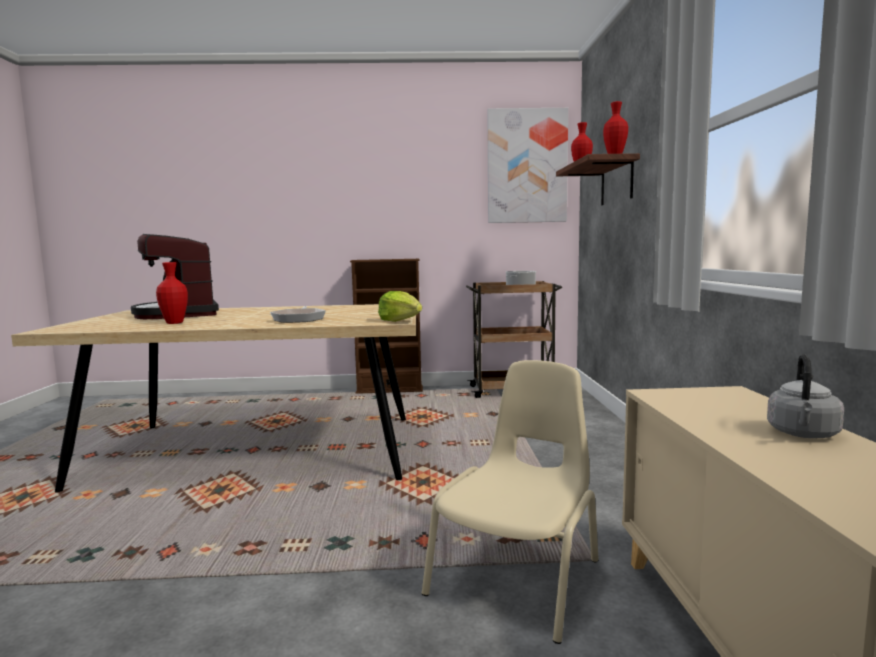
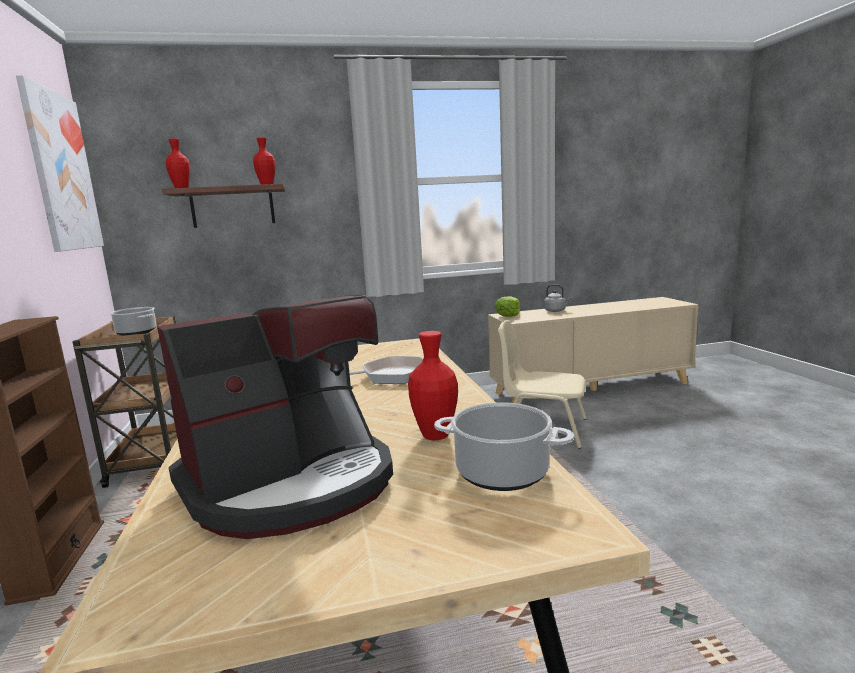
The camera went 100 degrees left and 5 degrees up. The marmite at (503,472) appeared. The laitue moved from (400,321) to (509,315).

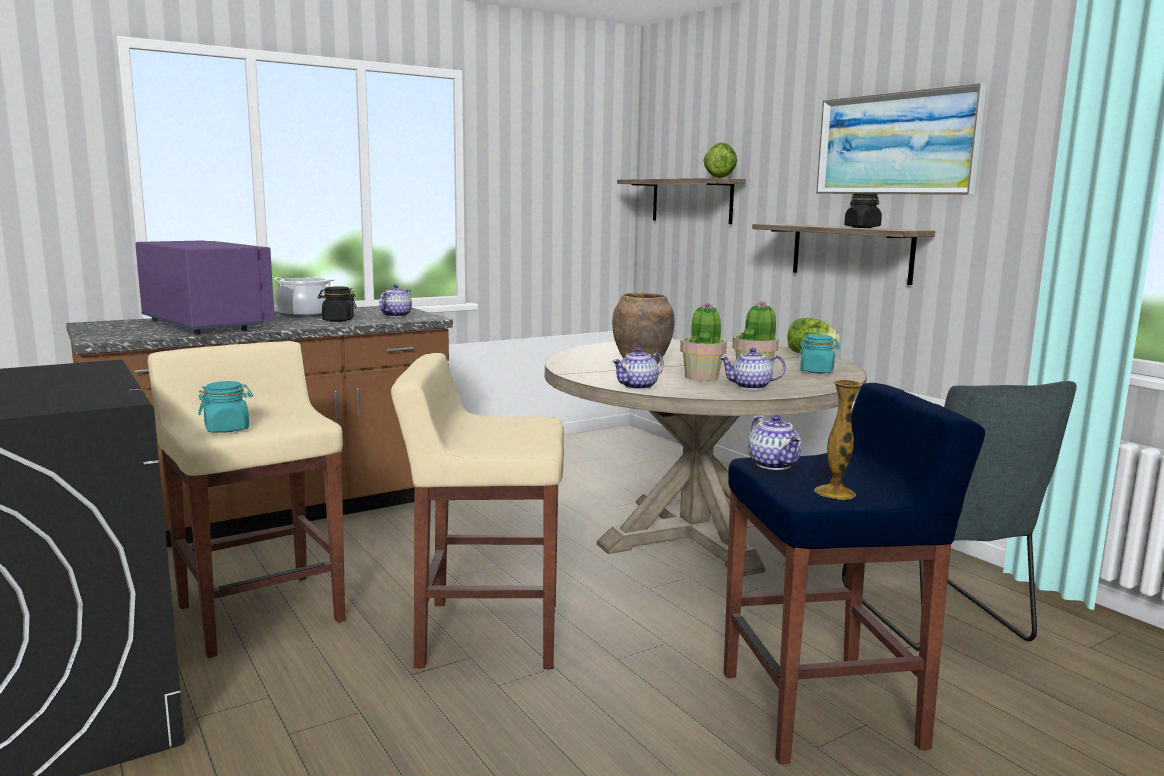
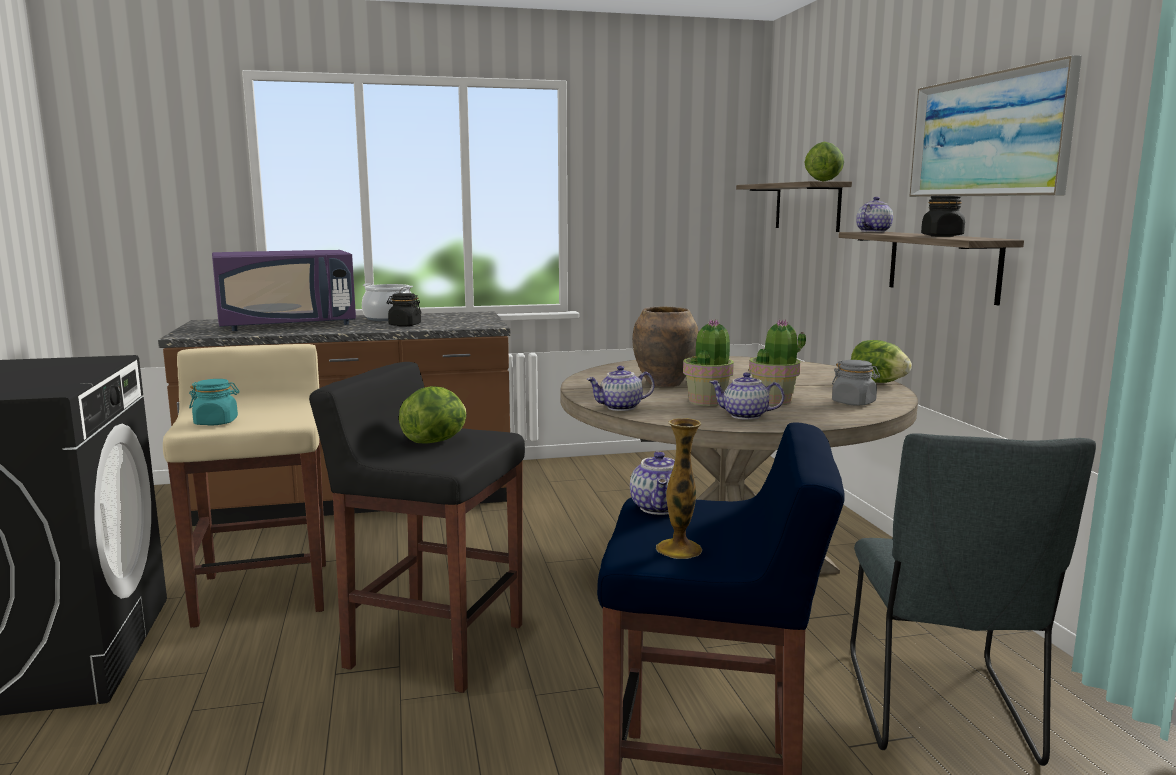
The camera went 20 degrees right and 0 degrees up. The laitue at (436,441) appeared. The théière moved from (395,315) to (872,232). The tabouret [beige] at (486,634) became the tabouret [noir] at (433,645). The bocal [turquoise] at (817,371) became the bocal [gris] at (854,403). The micro-ondes [violet] at (205,325) turned 90 degrees clockwise.

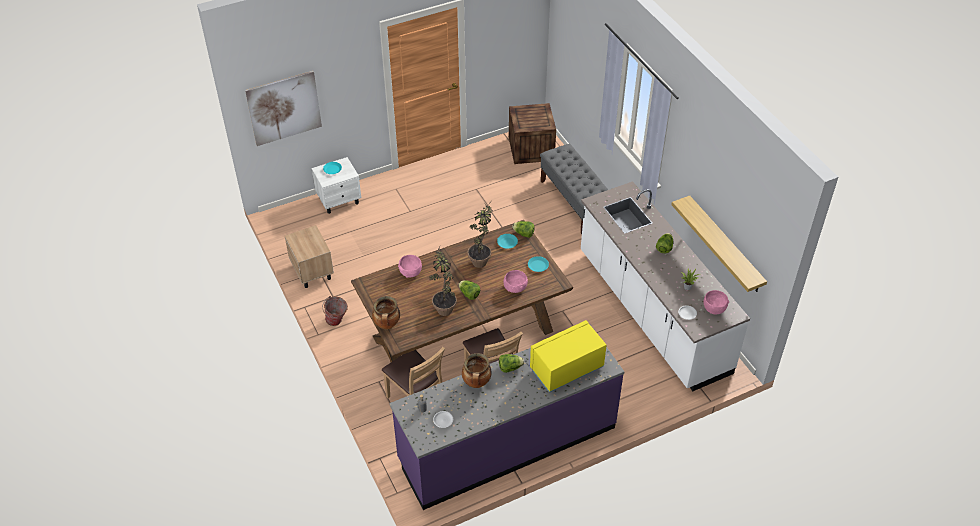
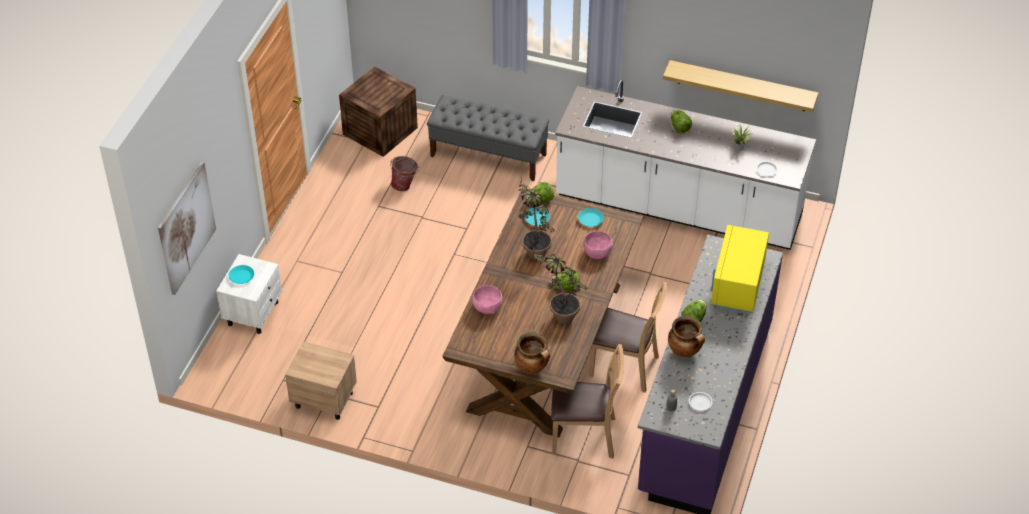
The camera went 45 degrees left and 0 degrees up. The bol [rose] at (714,308) disappeared. The seau moved from (337,322) to (405,185).

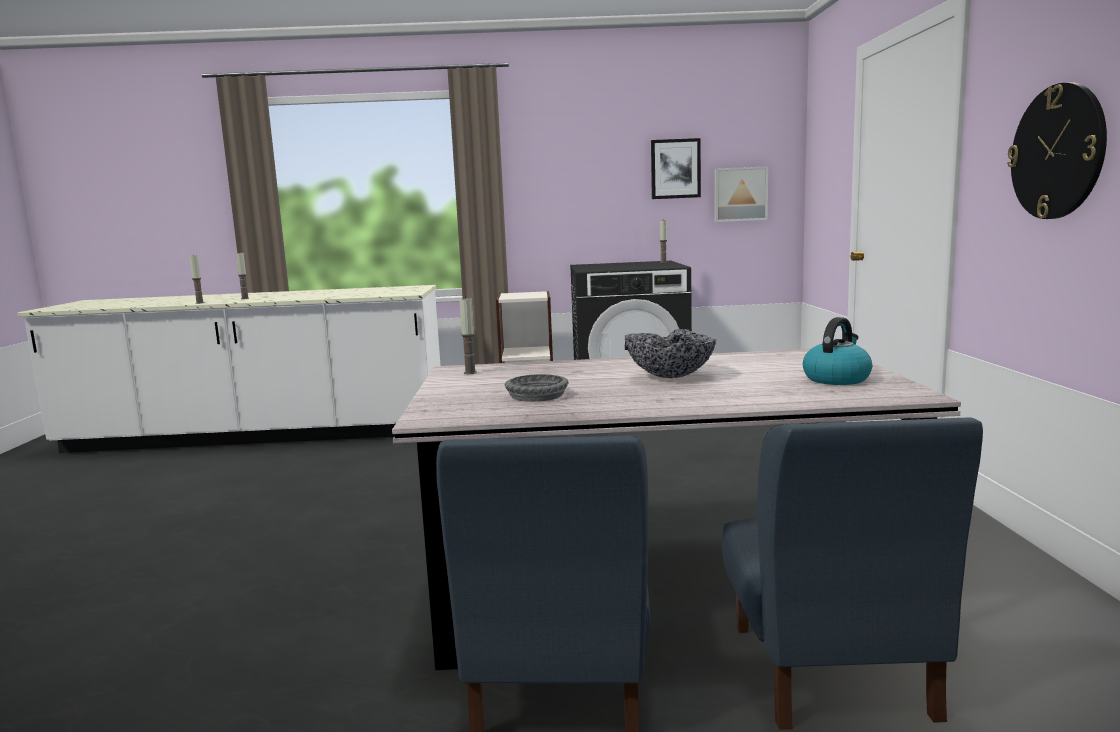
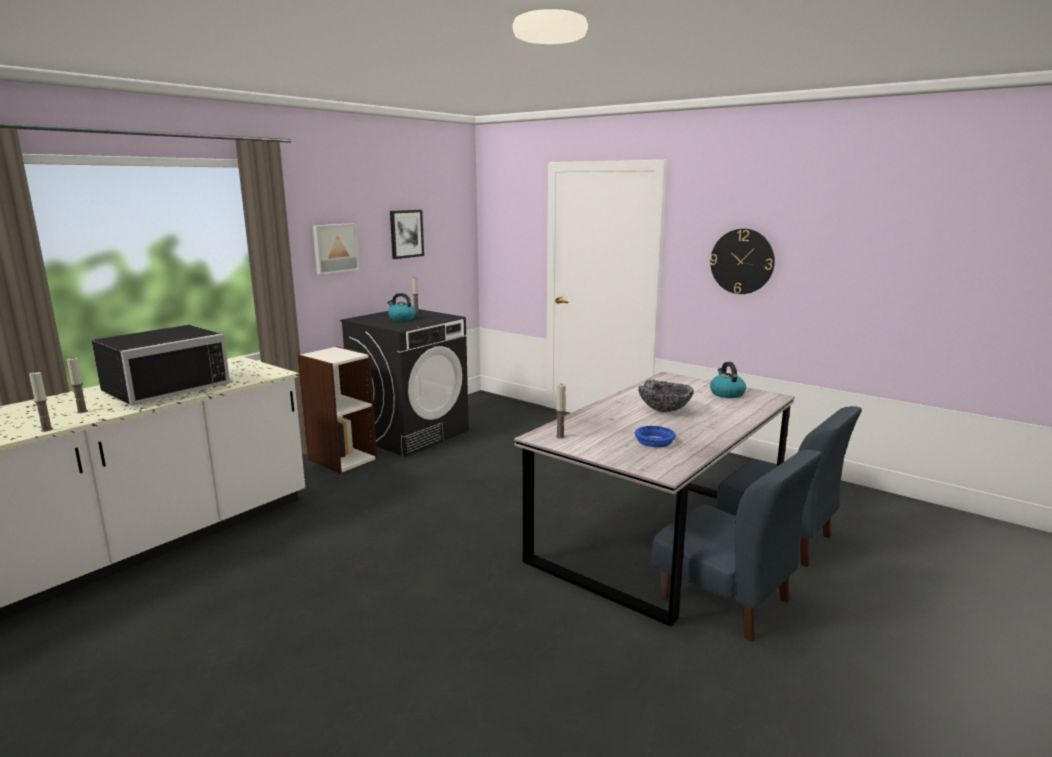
The camera went 50 degrees left and 5 degrees up. The micro-ondes [noir] at (164,388) appeared. The bouilloire at (401,318) appeared. The tableau moved from (740,194) to (334,248). The bol [gris] at (537,395) became the bol [bleu] at (654,441).

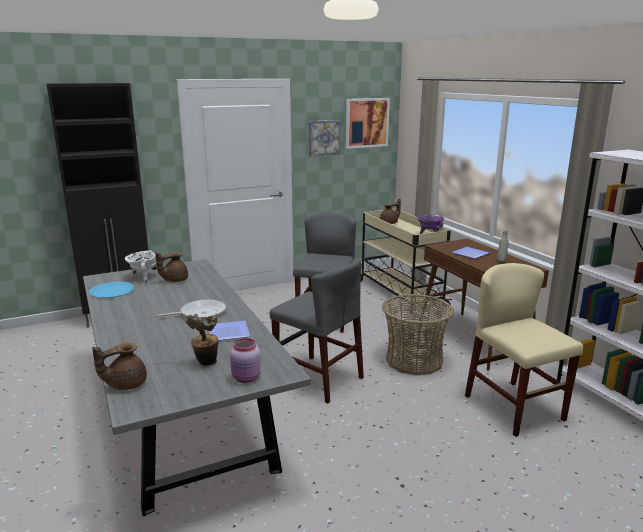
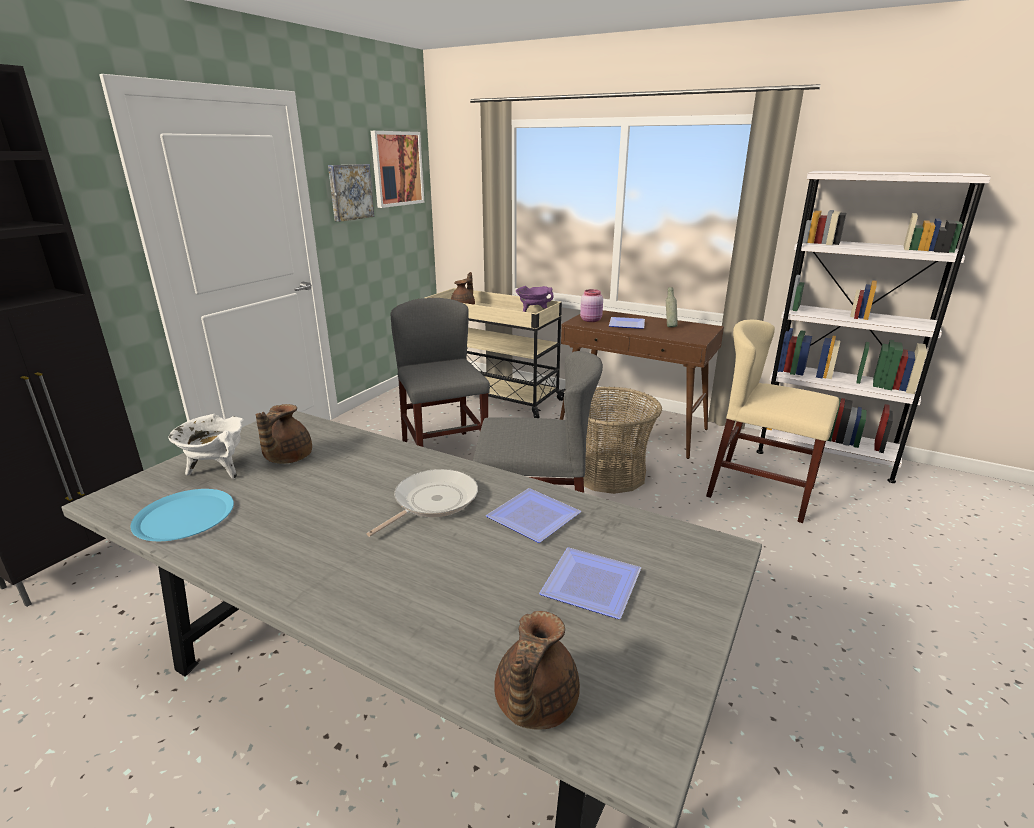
The camera went 35 degrees left and 5 degrees up. The bocal [rose] moved from (246,378) to (591,320). The plante en pot at (205,363) was replaced by the assiette at (593,588).

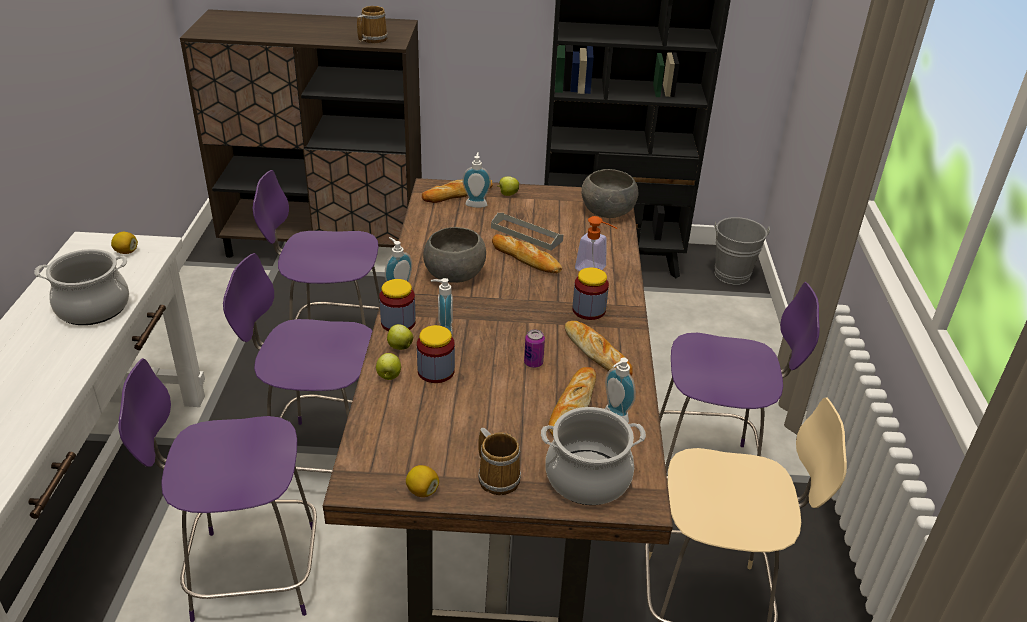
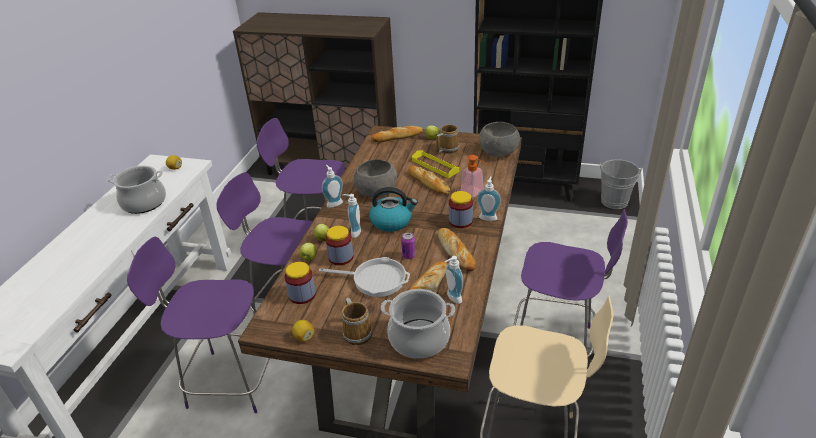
The camera went 15 degrees right and 0 degrees up. The poêle at (375,279) appeared. The bouilloire at (392,221) appeared. The mug moved from (372,39) to (447,149). The bocal moved from (398,323) to (302,295). The distributeur de savon moved from (476,203) to (488,217). The plateau [gris] at (526,234) became the plateau [jaune] at (435,166).

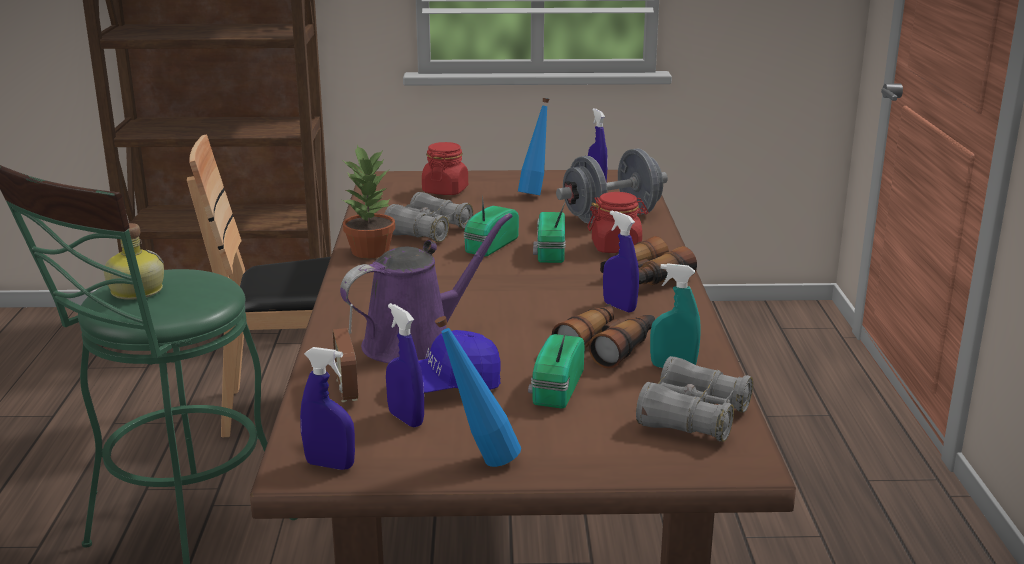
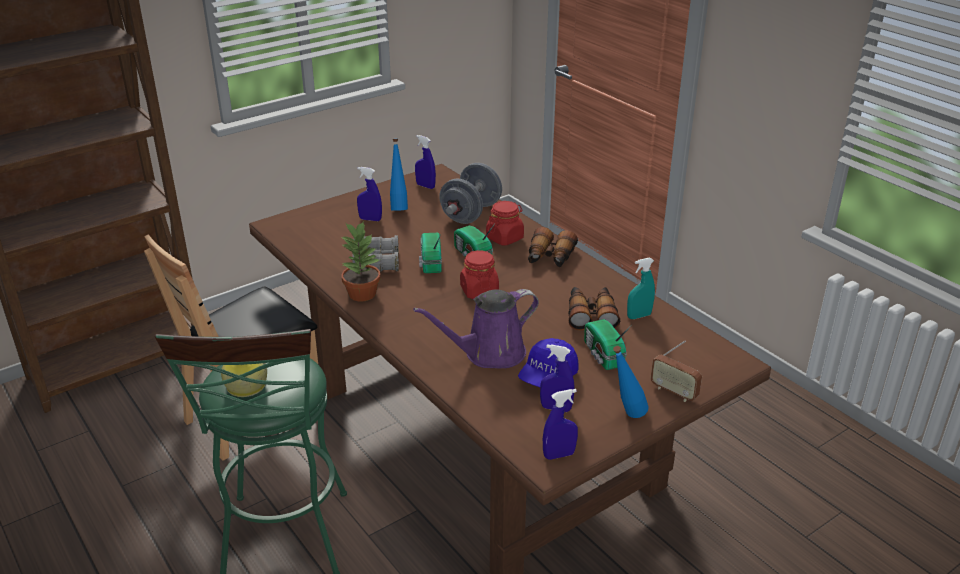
The camera went 35 degrees left and 10 degrees up. The jumelles [gris] at (693,417) disappeared. The radio moved from (347,389) to (674,392). The bocal [rouge] moved from (445,190) to (479,290). The vaporisateur [bleu] moved from (619,307) to (370,219). The arrosoir [violet] at (416,342) turned 135 degrees counterclockwise.

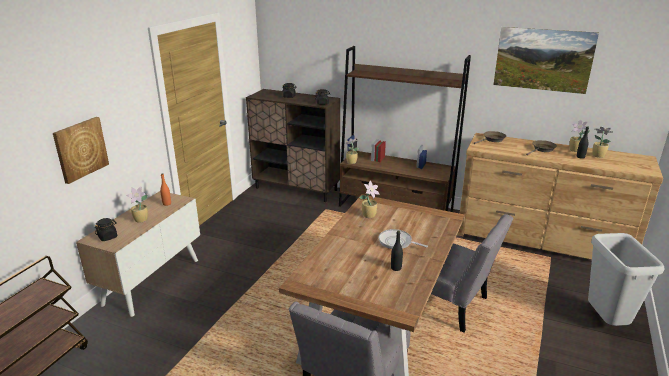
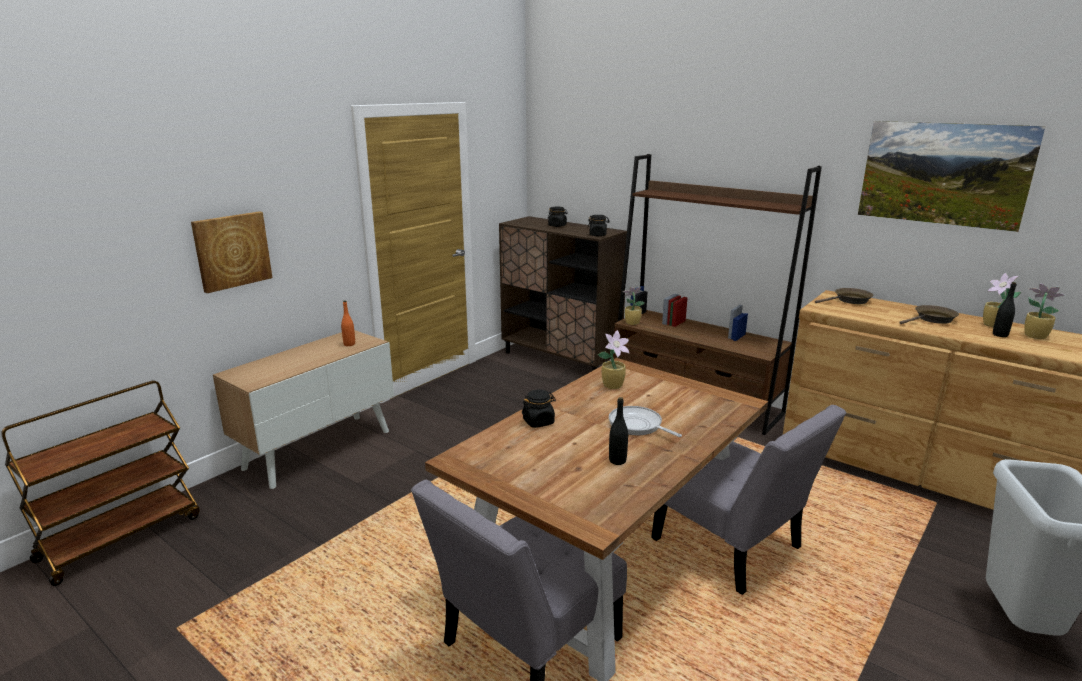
The camera went 15 degrees right and 5 degrees down. The plante en pot at (141,220) disappeared. The bocal [noir] moved from (108,237) to (538,422).

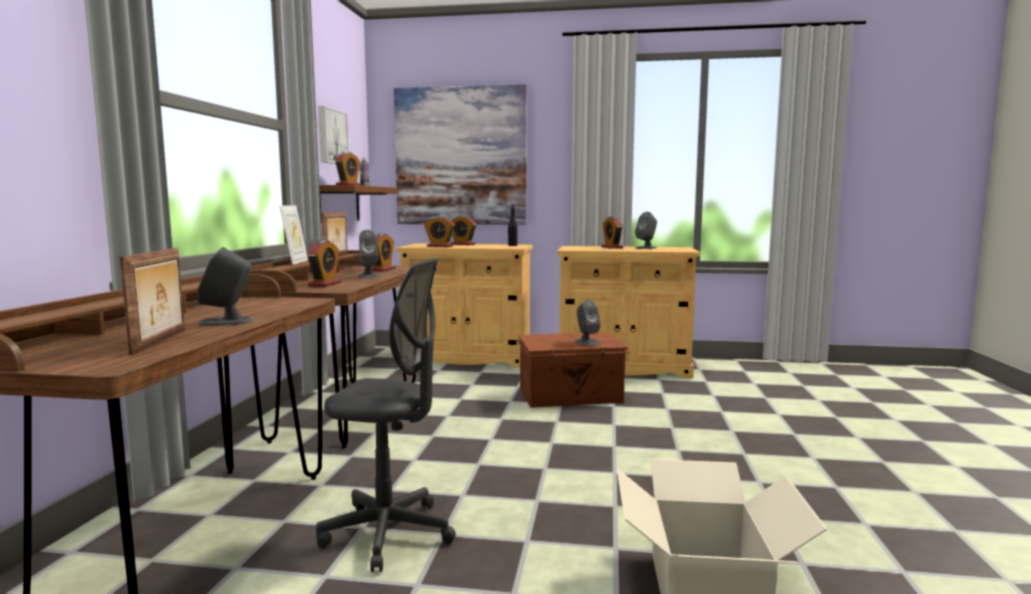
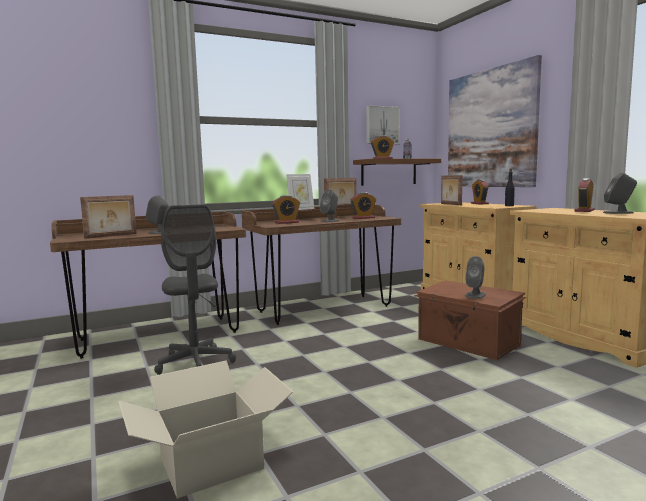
The camera went 55 degrees right and 0 degrees up. The réveil at (439,246) was replaced by the cadre photo at (450,204).

